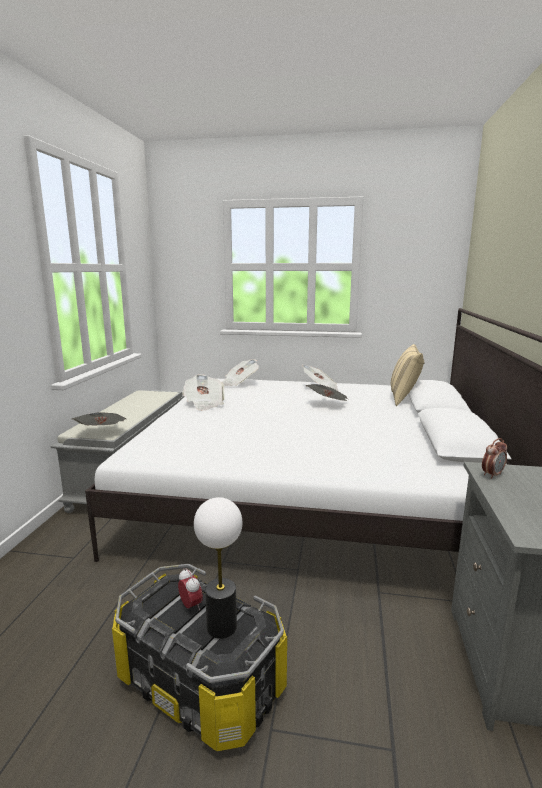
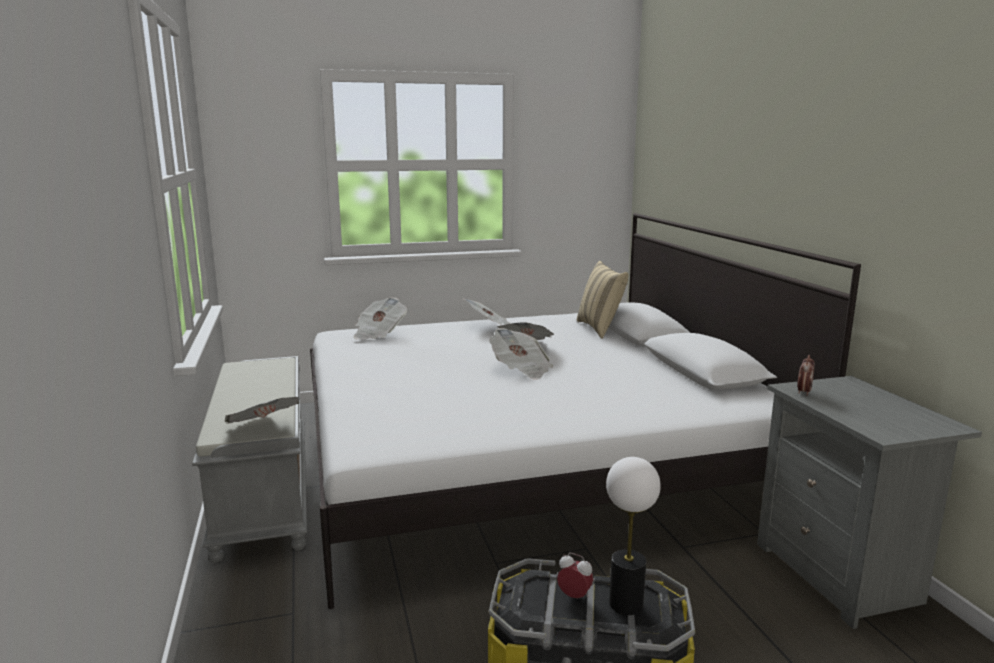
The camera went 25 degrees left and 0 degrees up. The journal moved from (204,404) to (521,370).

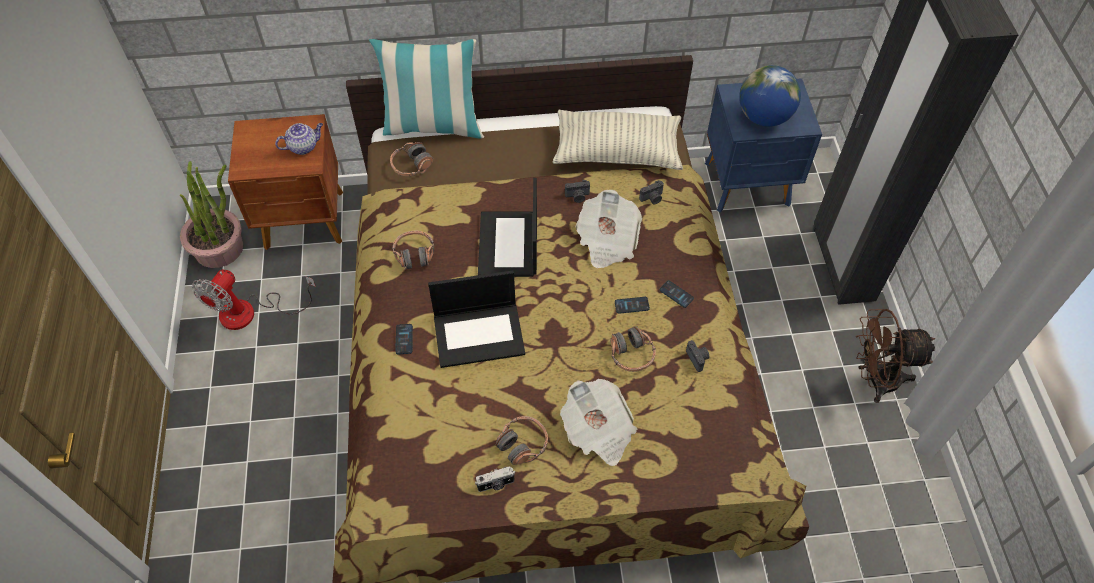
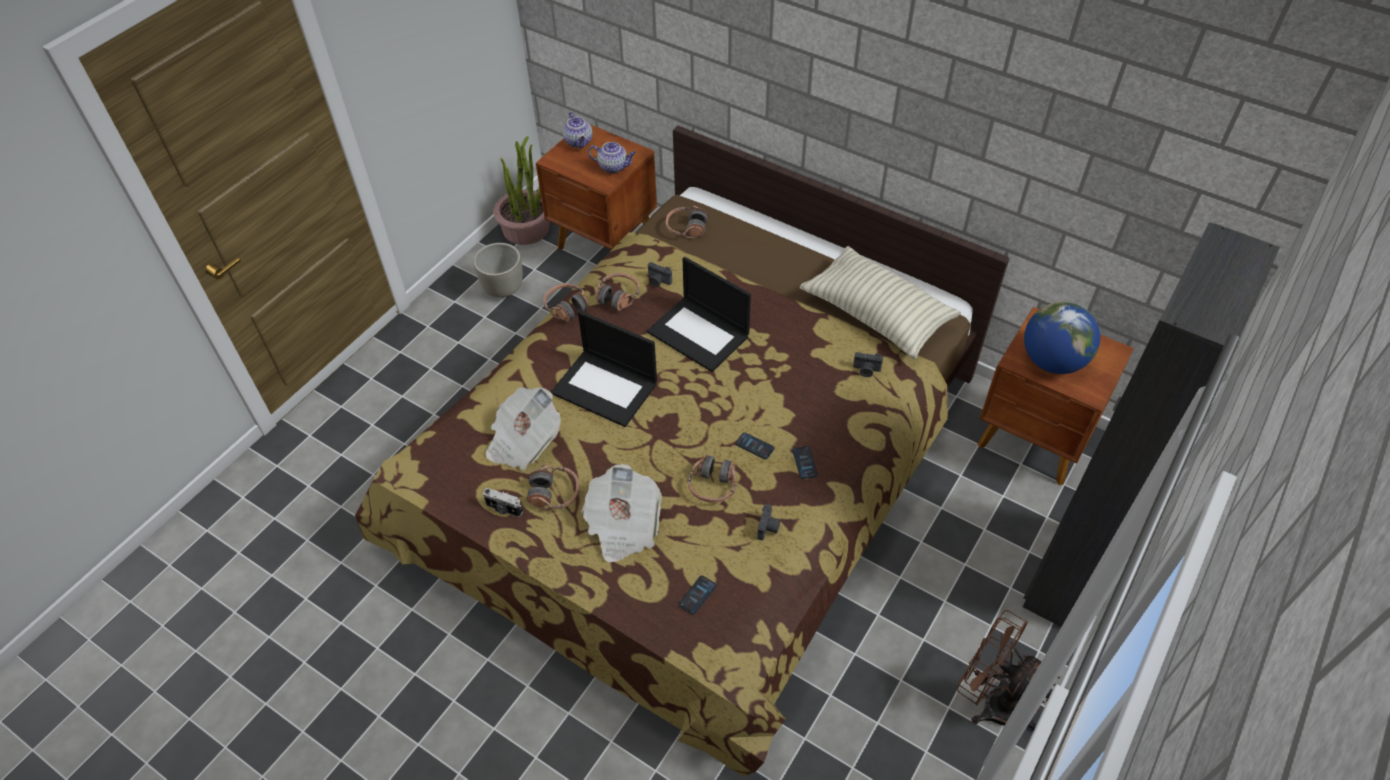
The camera went 40 degrees right and 5 degrees down. The coussin at (433,126) disappeared. The casque audio at (566,307) appeared. The théière at (579,142) appeared. The téléphone moved from (404,339) to (697,595). The appareil photo moved from (577,197) to (658,281). The journal moved from (607,241) to (523,441). The ventilateur at (250,312) was replaced by the cache-pot [gris] at (504,289). The table de chevet [bleu] at (748,185) became the table de chevet [marron] at (1034,440). The ordinateur portable at (509,245) turned 90 degrees counterclockwise.

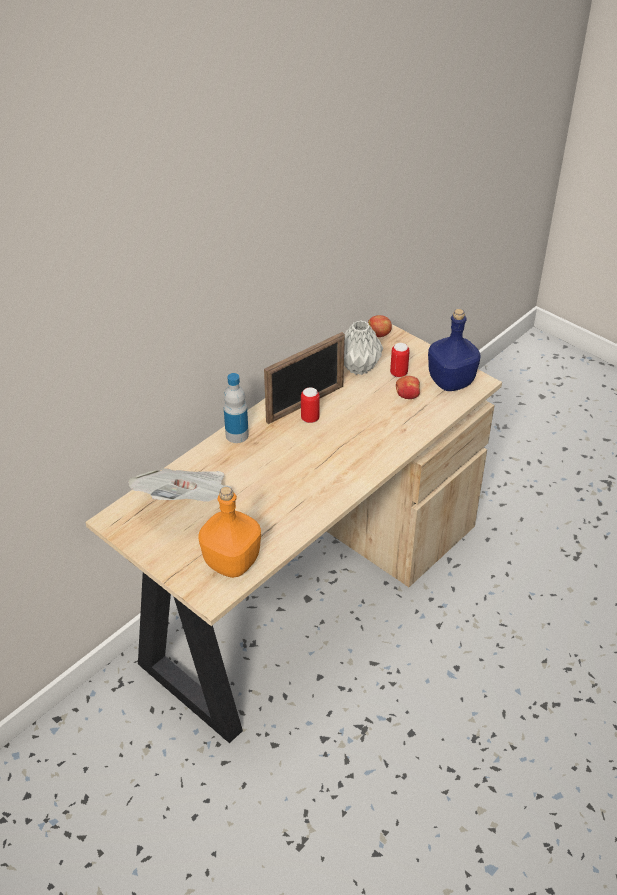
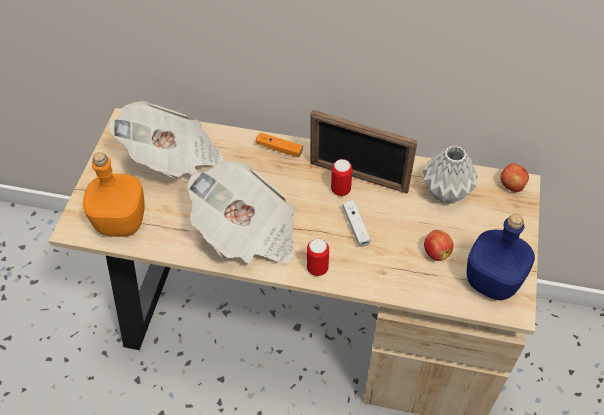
The camera went 60 degrees right and 10 degrees up. The journal at (248,232) appeared. The manette [blanc] at (355,226) appeared. The boîte métallique moved from (398,373) to (317,268). The bouteille at (237,435) was replaced by the manette [orange] at (279,149).

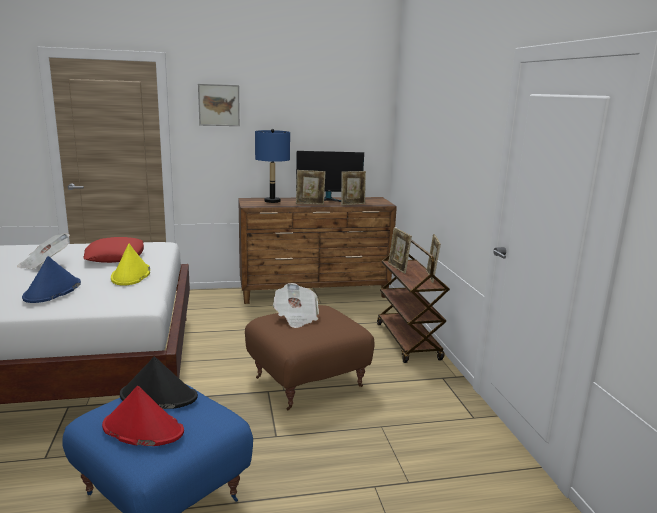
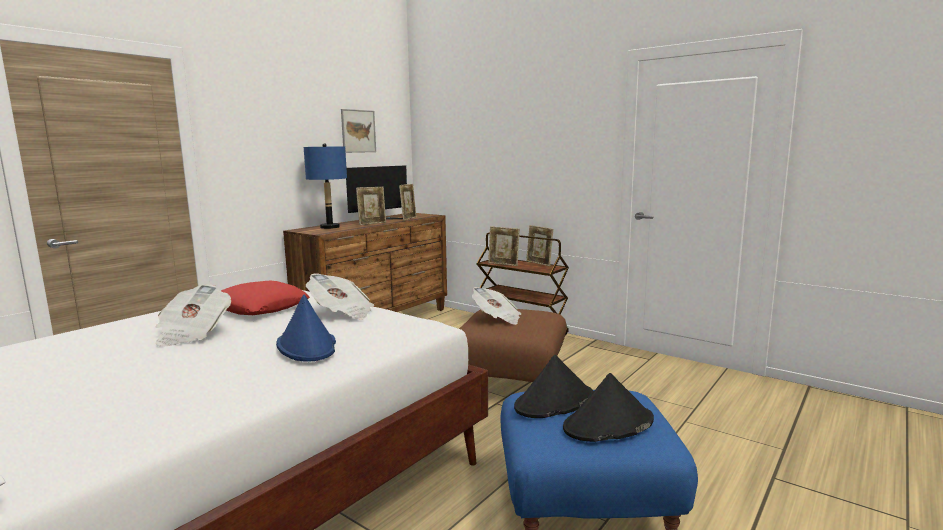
The camera went 40 degrees left and 5 degrees down. The tableau moved from (219,105) to (358,131). The chapeau [jaune] at (131,275) was replaced by the journal at (342,313). The chapeau [rouge] at (142,429) became the chapeau [noir] at (608,424).

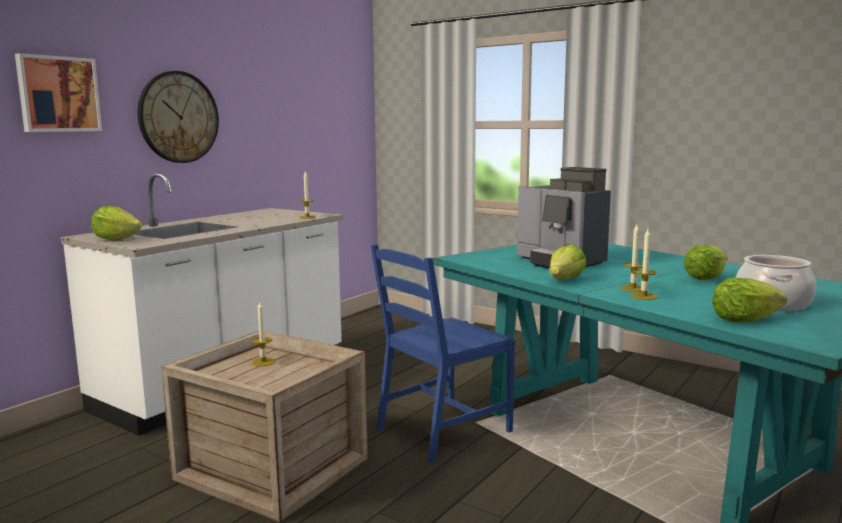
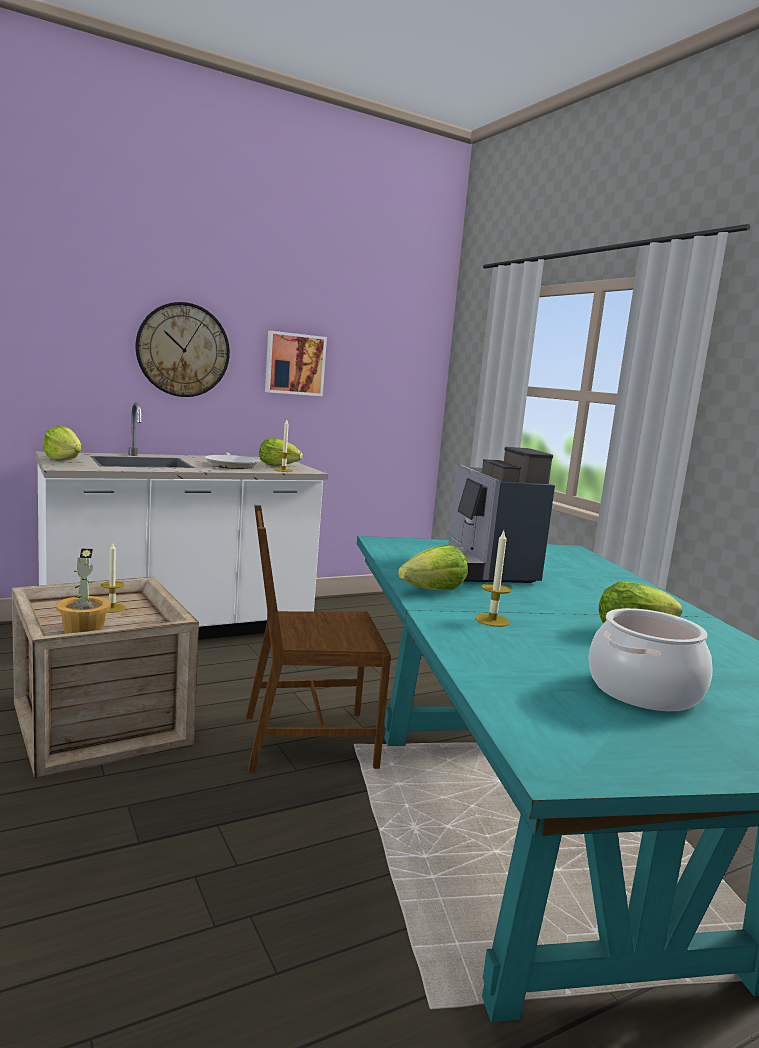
The camera went 25 degrees right and 0 degrees up. The bougie at (643,296) disappeared. The plante en pot at (84,630) appeared. The poêle at (232,465) appeared. The tableau moved from (58,94) to (294,364). The laitue moved from (743,320) to (278,466). The chaise [bleu] at (442,430) became the chaise [marron] at (307,741).

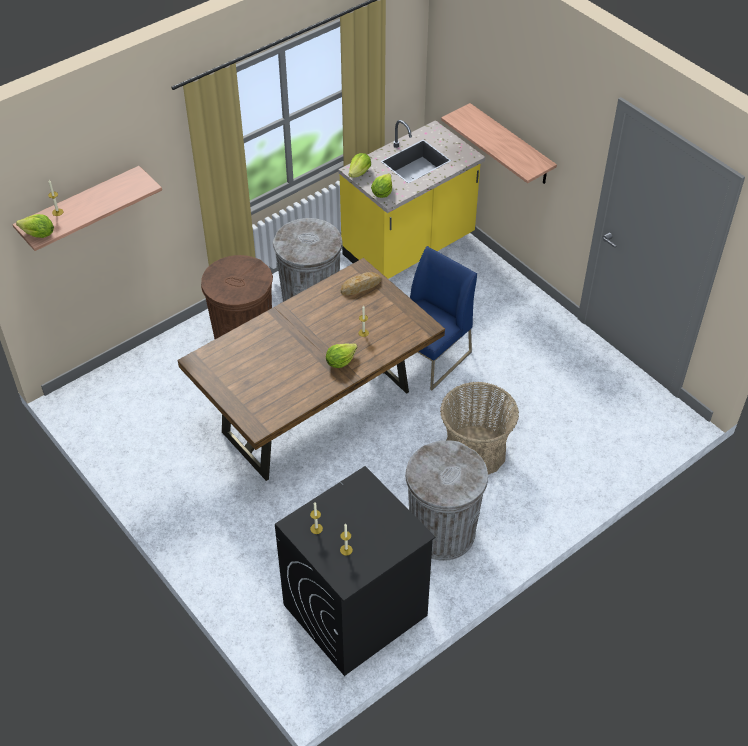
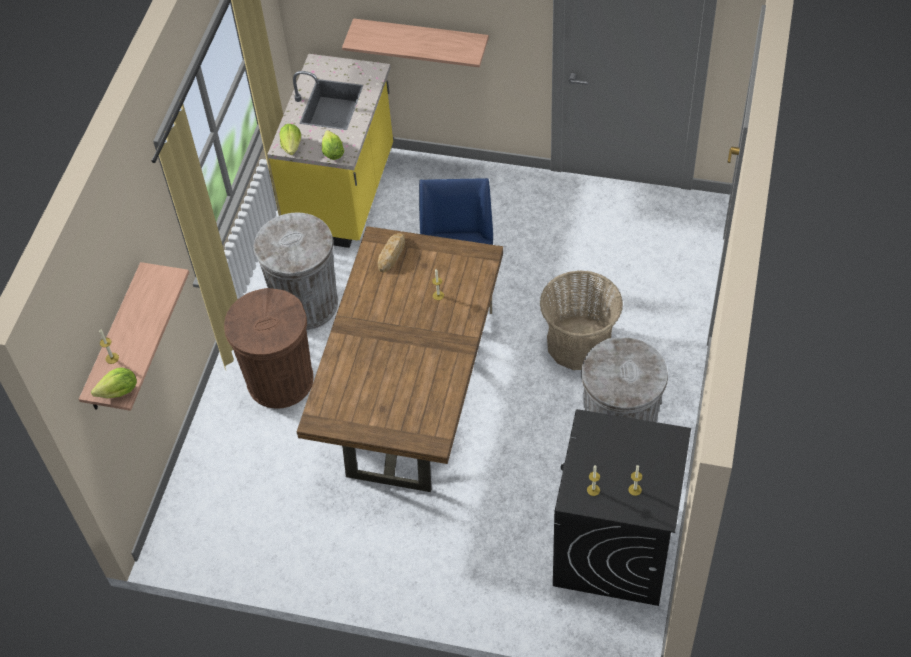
The camera went 35 degrees left and 5 degrees up. The laitue at (340,361) disappeared.

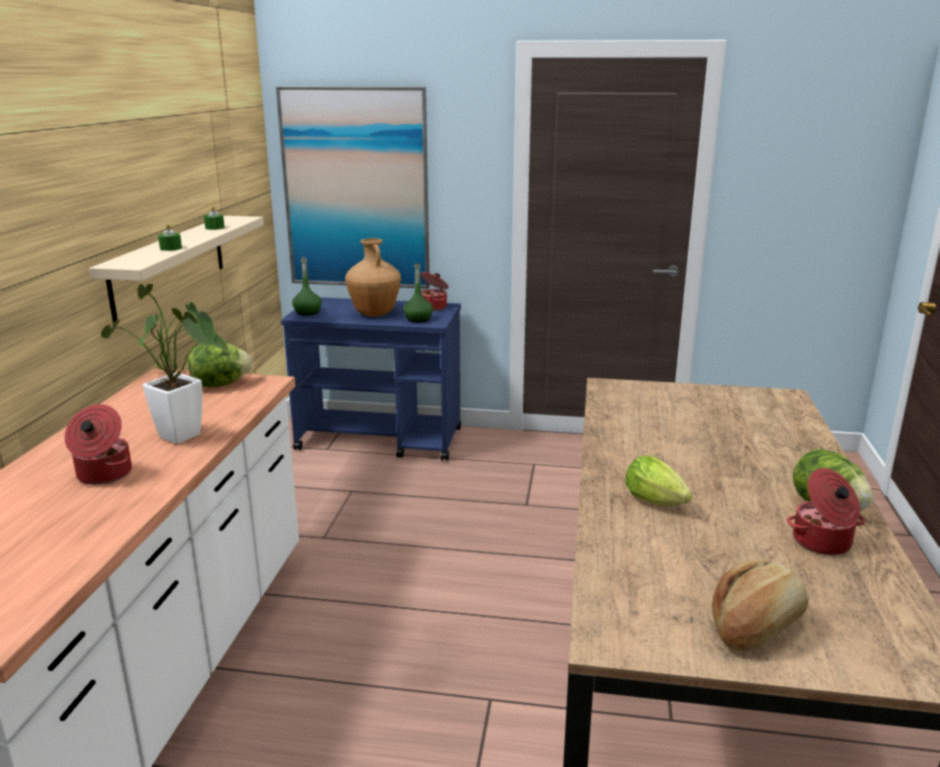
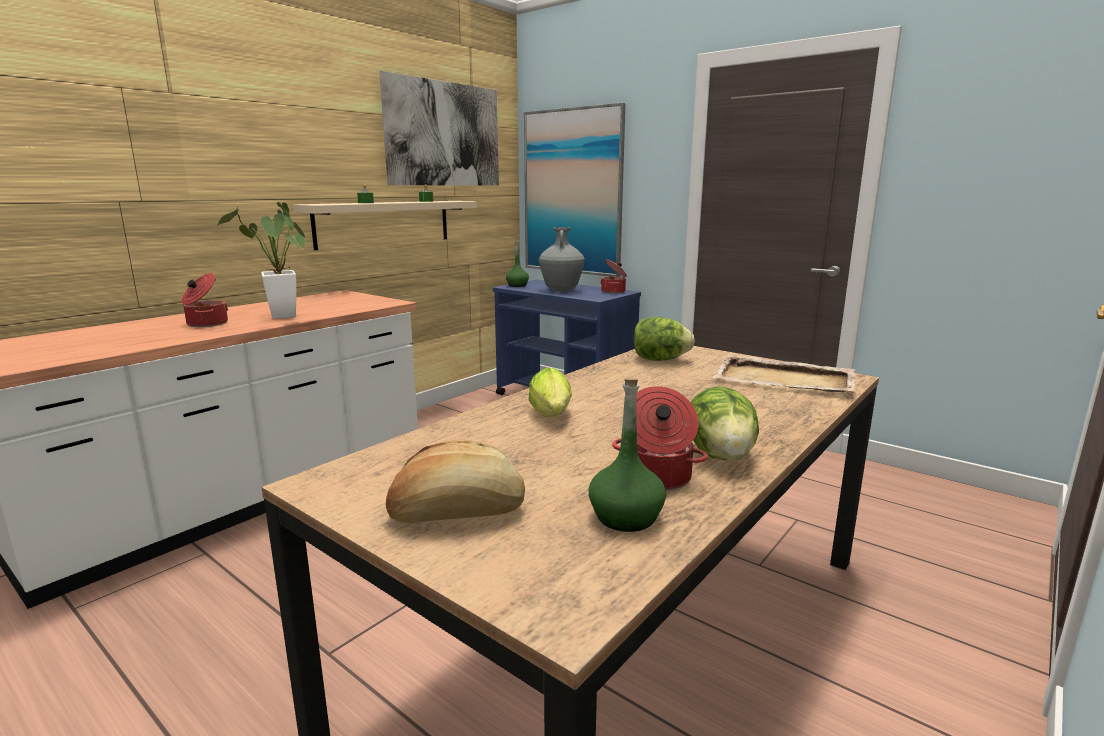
The camera went 30 degrees right and 5 degrees down. The tableau at (444,134) appeared. The plateau [beige] at (785,379) appeared. The laitue moved from (220,385) to (660,360). The bouteille [vert] moved from (418,319) to (625,517). The vase [marron] at (375,314) became the vase [gris] at (561,290).

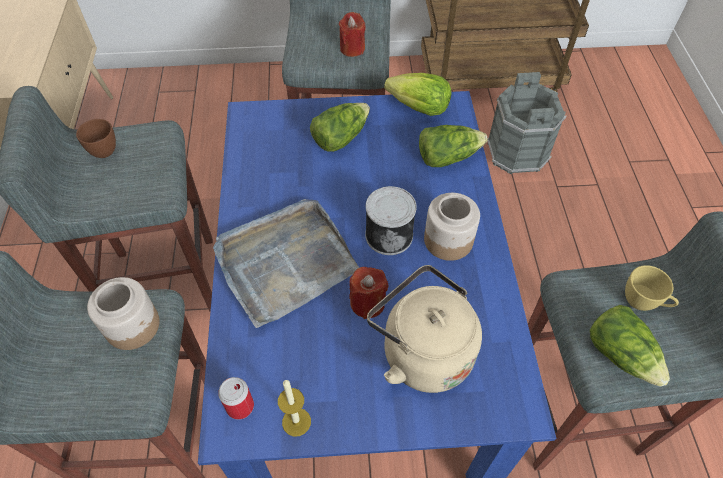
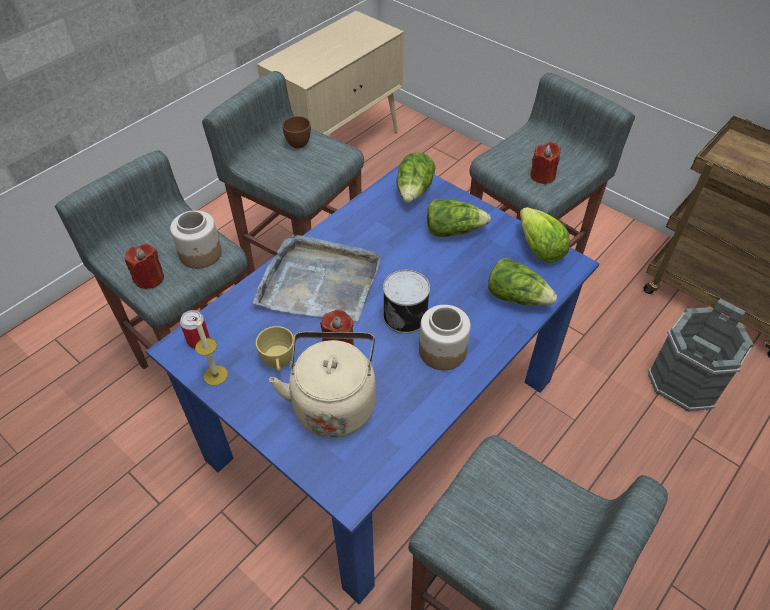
The camera went 45 degrees right and 5 degrees down. The bougie [rouge] at (149,278) appeared. The laitue moved from (621,354) to (414,191). The tasse [jaune] moved from (643,302) to (279,363).

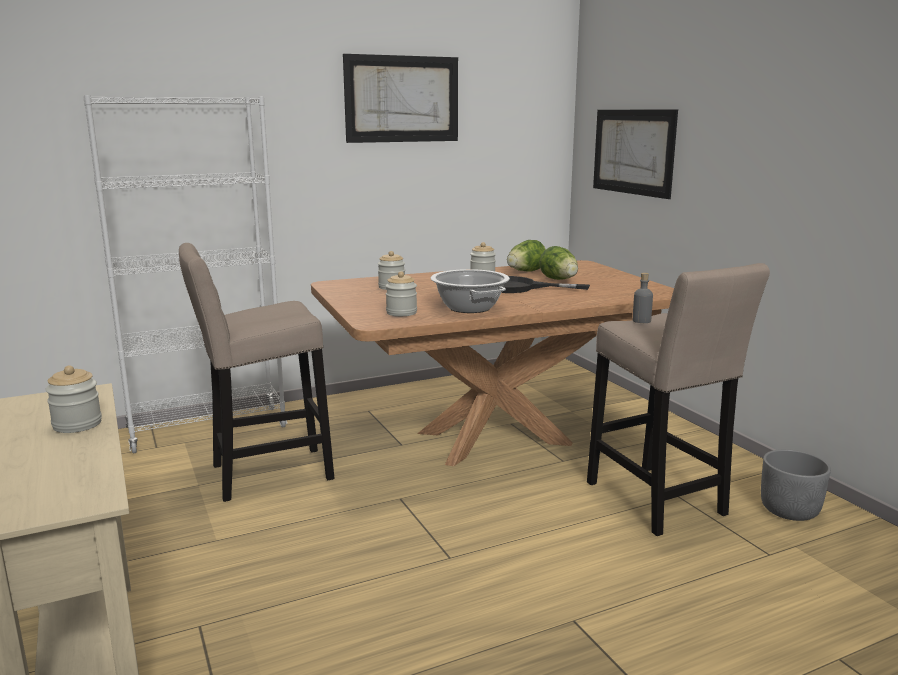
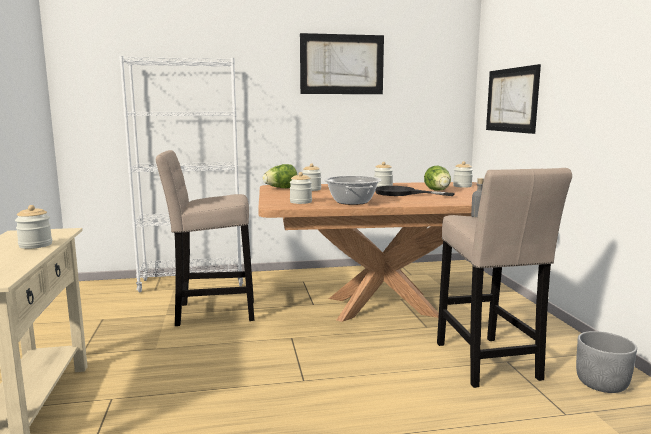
The camera went 15 degrees right and 5 degrees down. The bocal at (462,186) appeared. The laitue moved from (525,272) to (281,188).

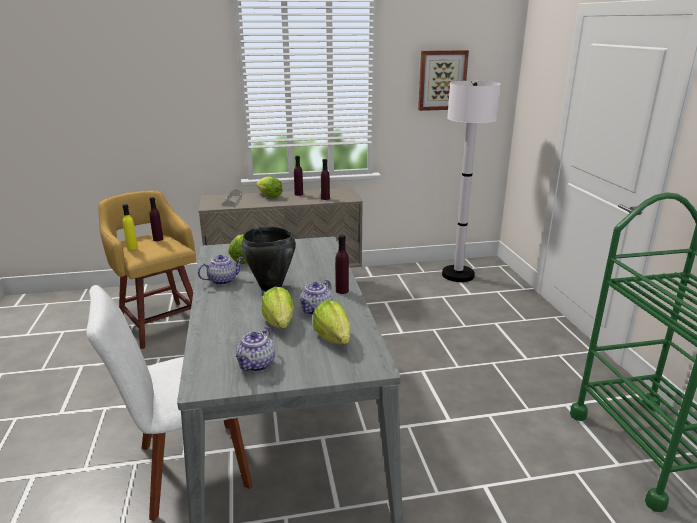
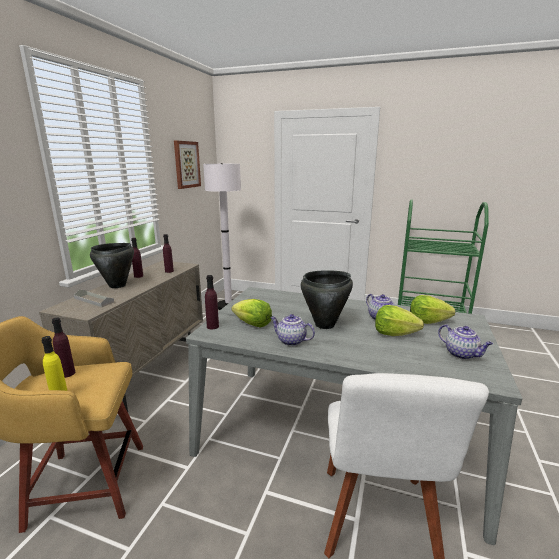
The camera went 60 degrees left and 5 degrees down. The bouteille [violet] moved from (342,290) to (212,326). The laitue at (269,196) was replaced by the marmite [noir] at (117,285). The théière at (223,280) turned 60 degrees counterclockwise.

